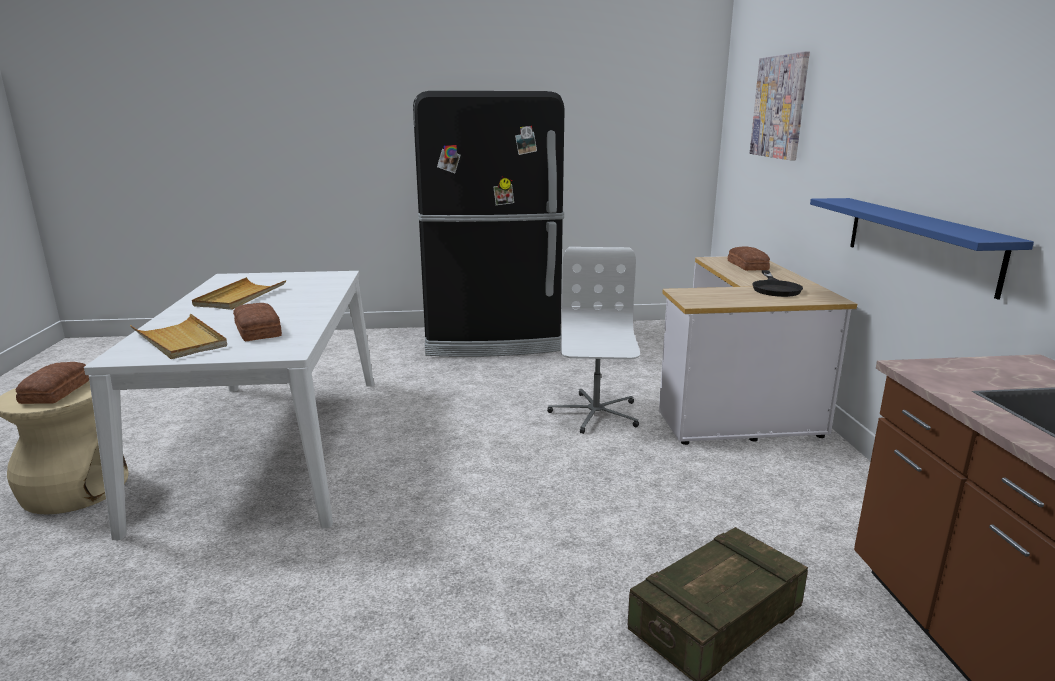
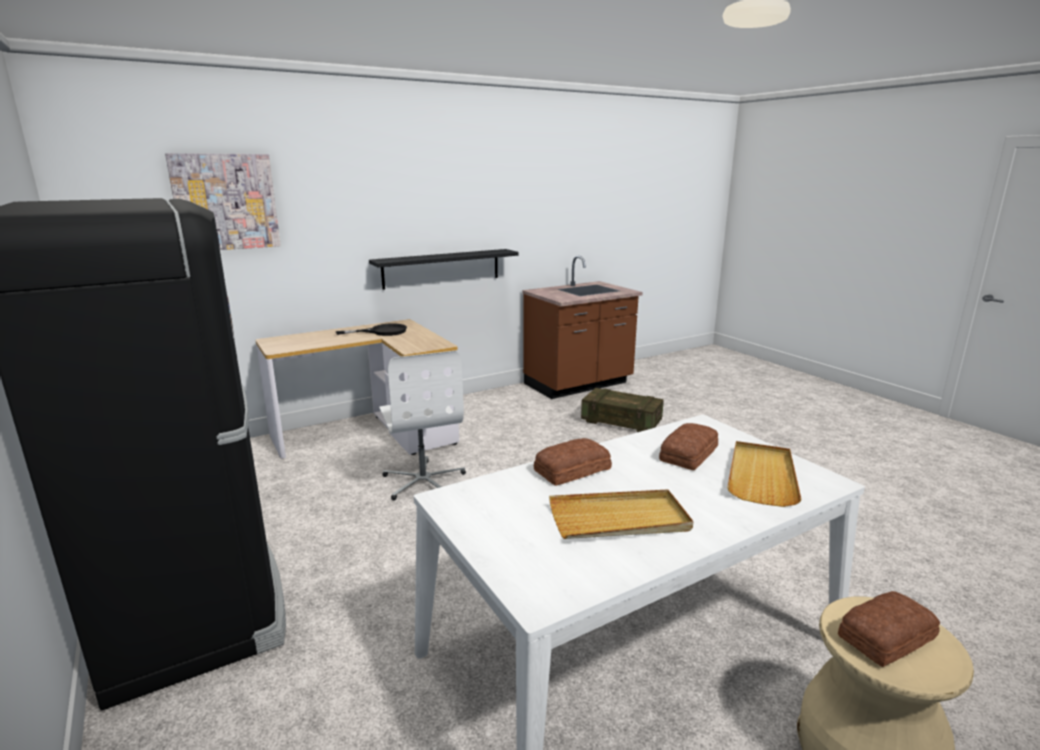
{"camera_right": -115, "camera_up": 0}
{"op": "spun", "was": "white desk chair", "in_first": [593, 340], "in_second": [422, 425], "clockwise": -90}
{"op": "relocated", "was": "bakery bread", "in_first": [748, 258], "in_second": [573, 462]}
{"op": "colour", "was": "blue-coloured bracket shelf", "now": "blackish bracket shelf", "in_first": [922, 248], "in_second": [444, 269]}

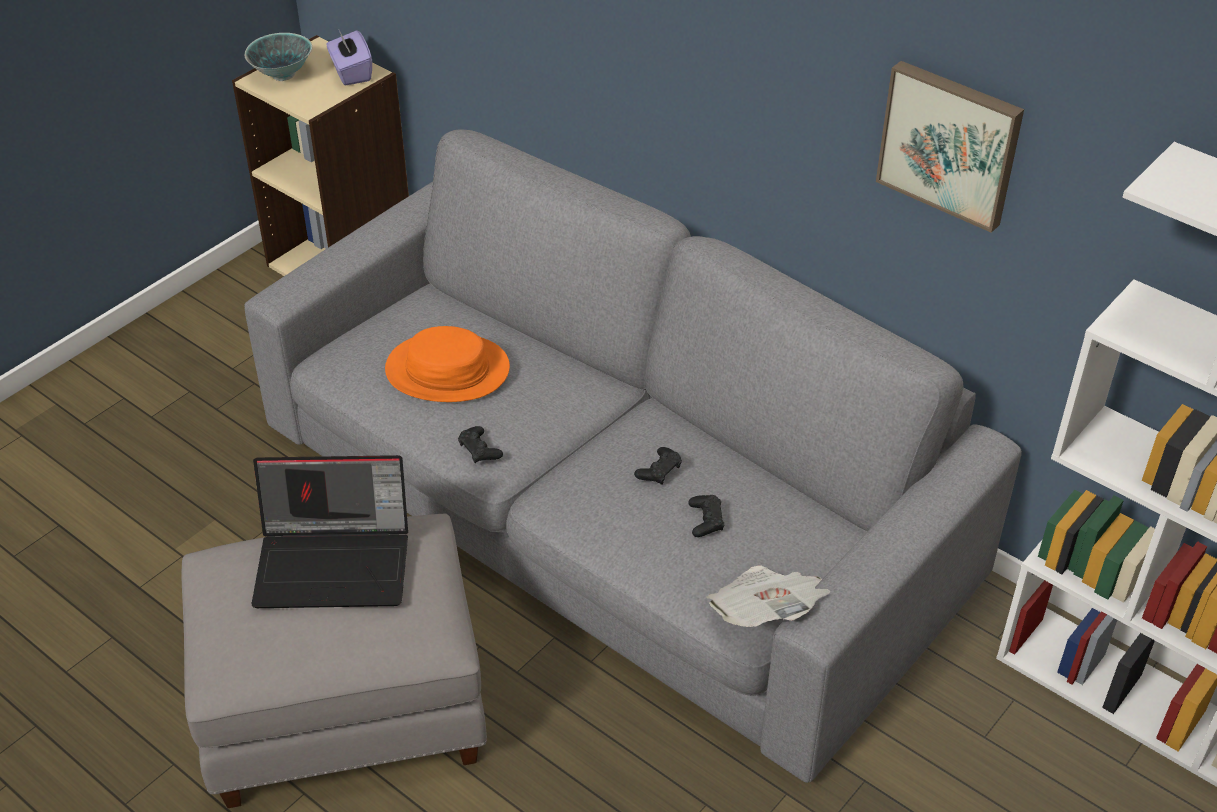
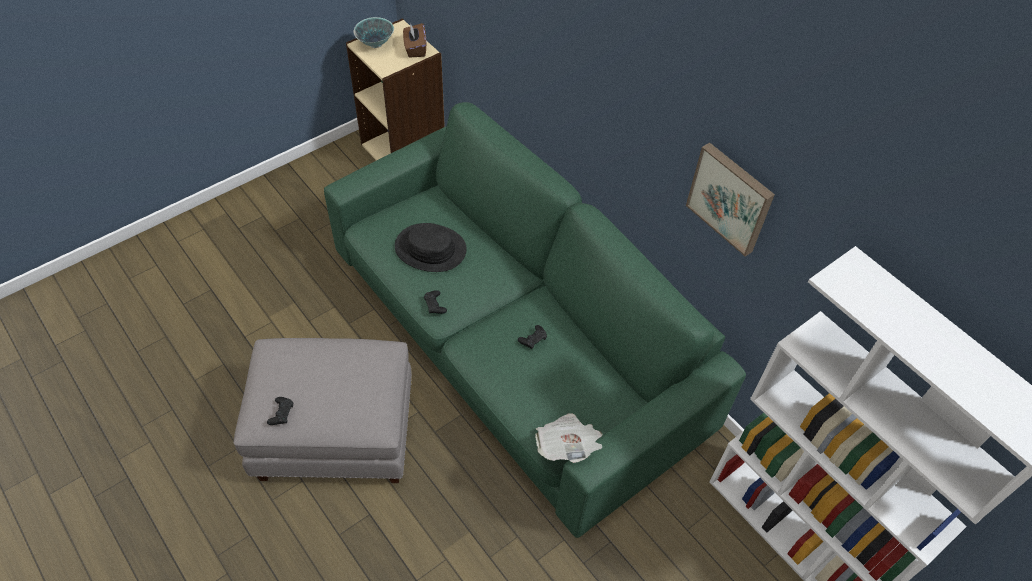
{"camera_right": 10, "camera_up": 10}
{"op": "colour", "was": "grey settee", "now": "green settee", "in_first": [633, 456], "in_second": [535, 320]}
{"op": "missing", "was": "laptop", "in_first": [330, 531]}
{"op": "colour", "was": "purple tissue holder", "now": "brown tissue holder", "in_first": [349, 58], "in_second": [414, 40]}
{"op": "colour", "was": "orange clothing hat", "now": "blackish clothing hat", "in_first": [447, 364], "in_second": [431, 247]}
{"op": "relocated", "was": "blackish game controller", "in_first": [706, 516], "in_second": [280, 411]}

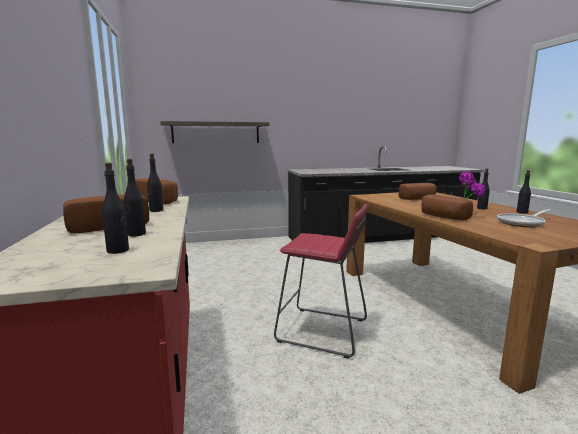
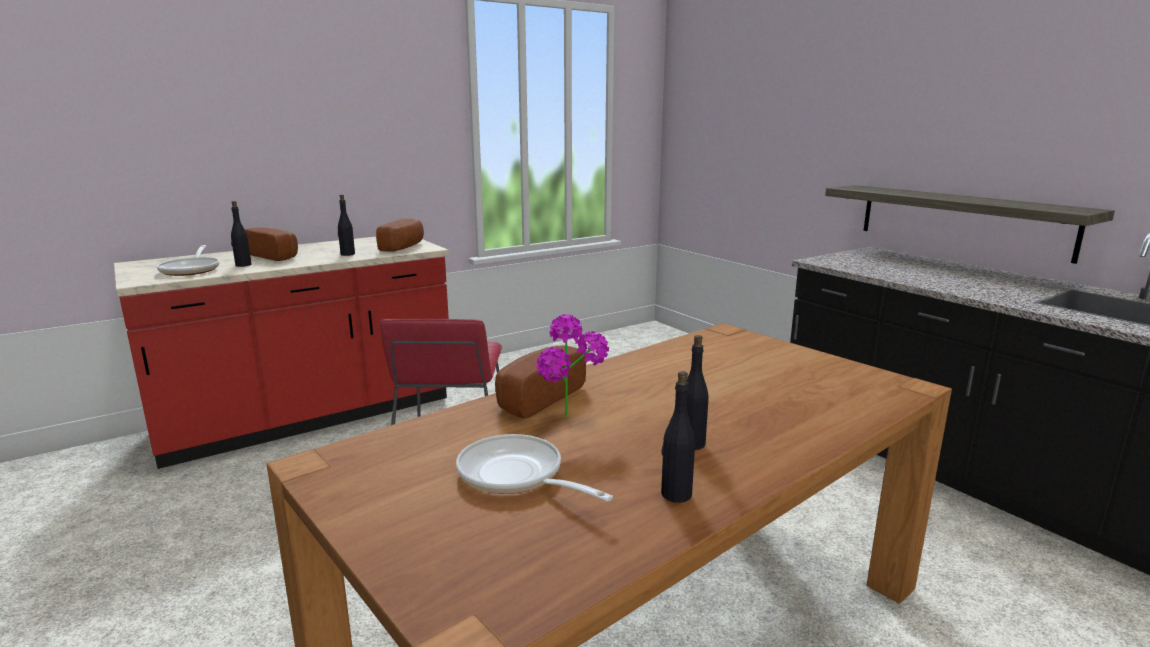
{"camera_right": 70, "camera_up": 5}
{"op": "exchanged", "was": "blackish bottle", "now": "pan", "in_first": [115, 208], "in_second": [188, 260]}
{"op": "relocated", "was": "bracket shelf", "in_first": [215, 132], "in_second": [970, 224]}
{"op": "missing", "was": "bakery bread", "in_first": [417, 191]}

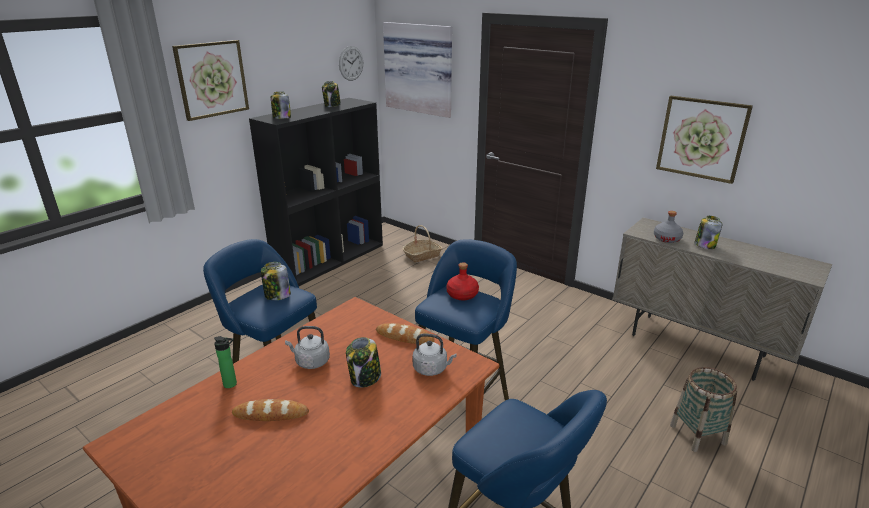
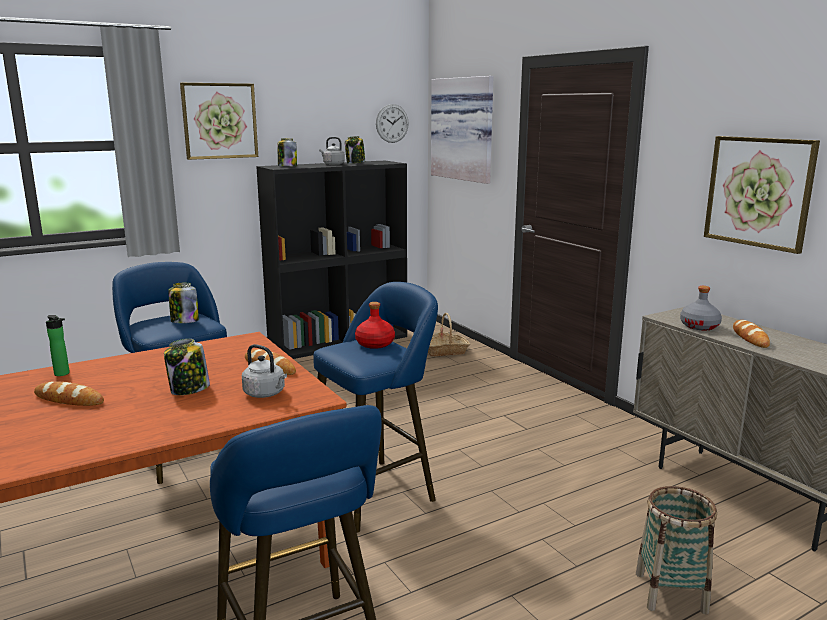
{"camera_right": 20, "camera_up": -10}
{"op": "relocated", "was": "grey kettle", "in_first": [307, 347], "in_second": [332, 151]}
{"op": "exchanged", "was": "jar", "now": "bakery bread", "in_first": [709, 232], "in_second": [751, 334]}

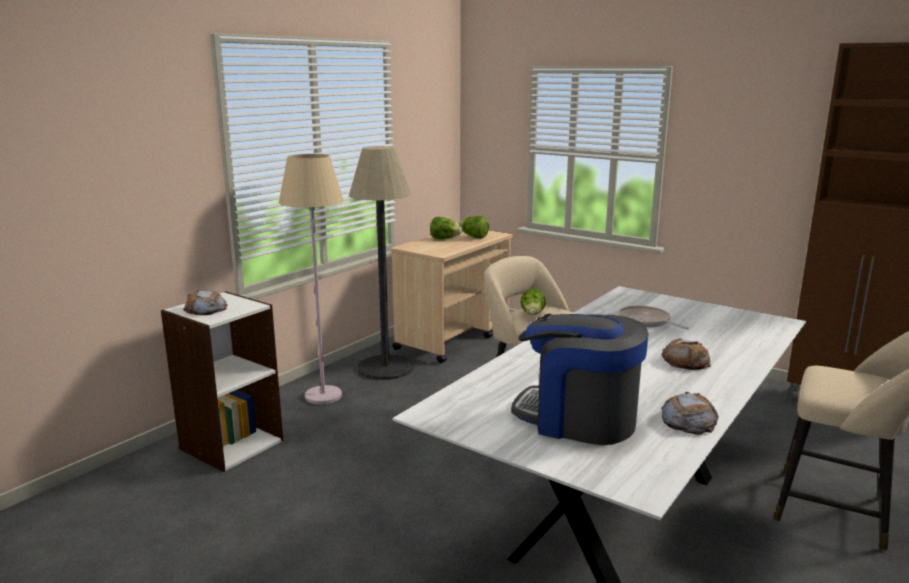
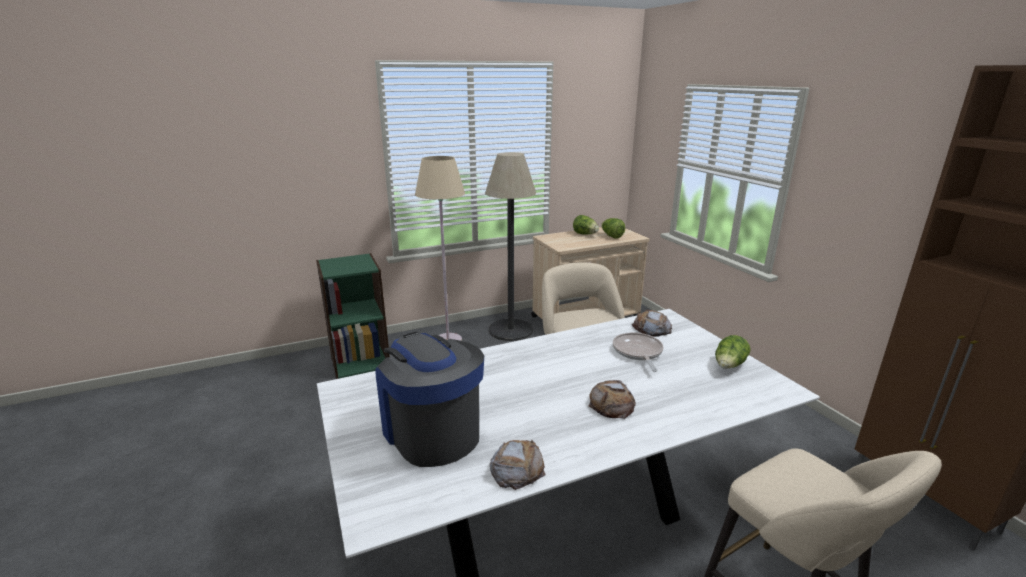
{"camera_right": 30, "camera_up": 5}
{"op": "colour", "was": "white bookshelf", "now": "green bookshelf", "in_first": [222, 381], "in_second": [353, 316]}
{"op": "relocated", "was": "bakery bread", "in_first": [205, 302], "in_second": [652, 323]}
{"op": "relocated", "was": "lettuce", "in_first": [533, 302], "in_second": [733, 352]}

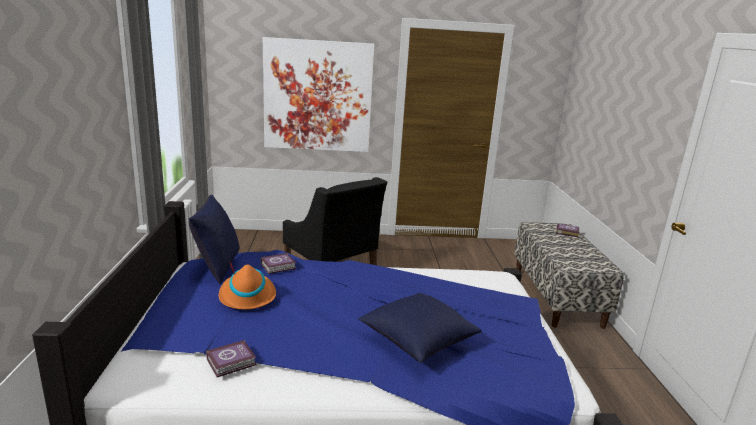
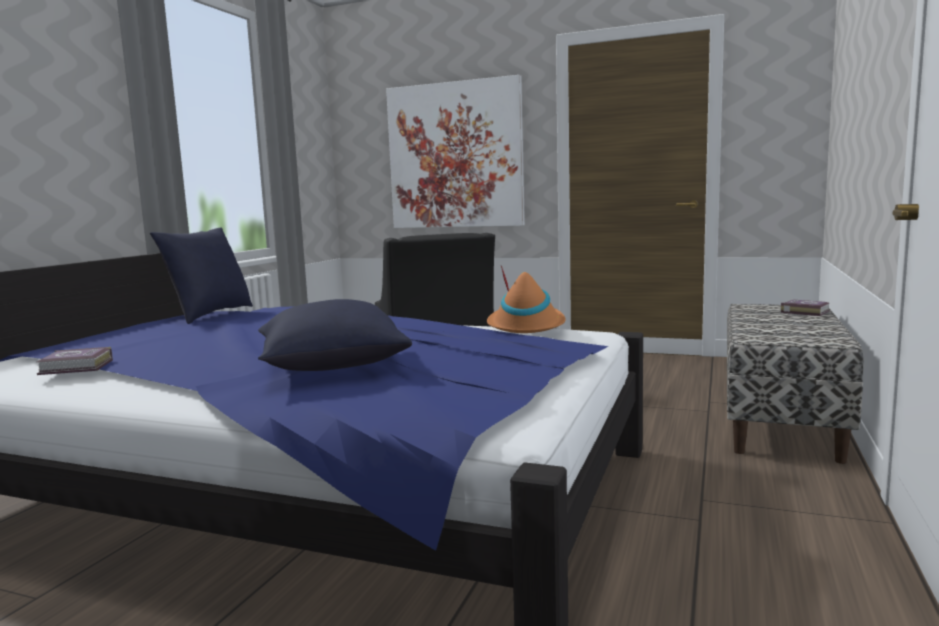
{"camera_right": 25, "camera_up": -10}
{"op": "relocated", "was": "orange clothing hat", "in_first": [247, 285], "in_second": [526, 299]}
{"op": "missing", "was": "bound book", "in_first": [278, 263]}

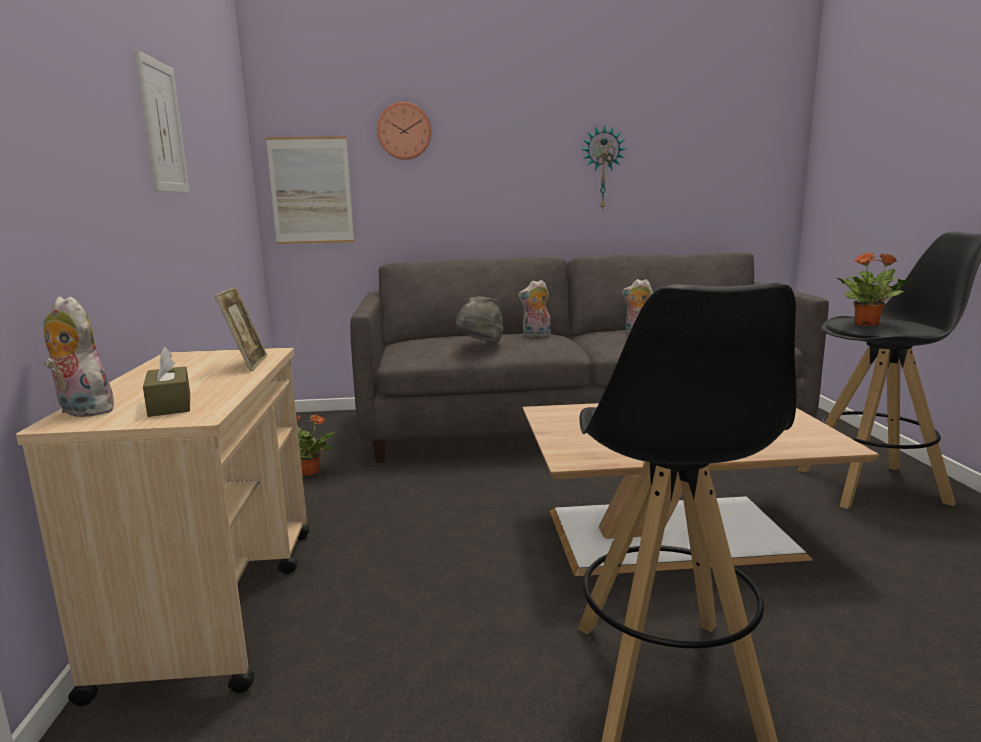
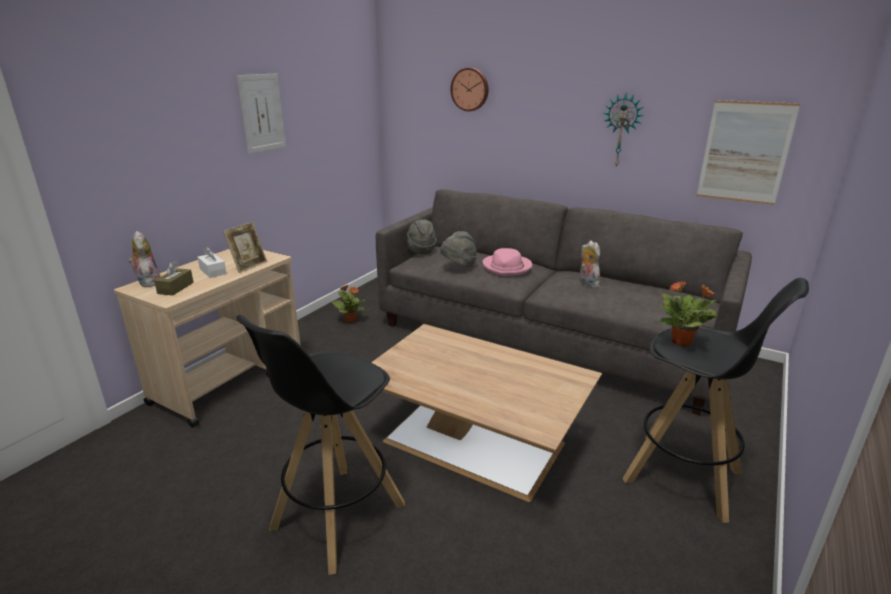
{"camera_right": 35, "camera_up": 10}
{"op": "relocated", "was": "wall art", "in_first": [310, 190], "in_second": [748, 152]}
{"op": "exchanged", "was": "plush toy", "now": "pink clothing hat", "in_first": [534, 308], "in_second": [507, 262]}
{"op": "appeared", "now": "white tissue holder", "in_second": [212, 262]}
{"op": "appeared", "now": "grey clothing hat", "in_second": [422, 237]}

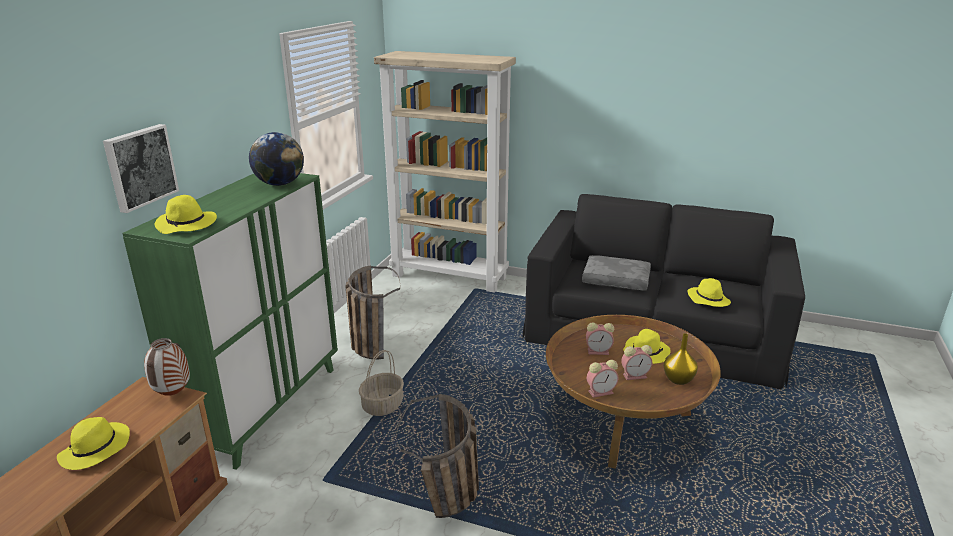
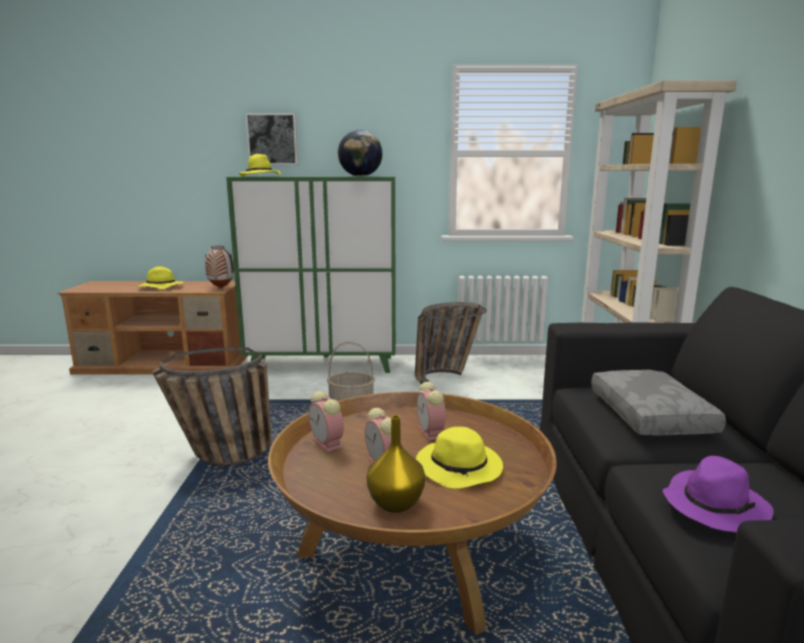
{"camera_right": 70, "camera_up": -10}
{"op": "colour", "was": "yellow-coloured clothing hat", "now": "purple clothing hat", "in_first": [709, 292], "in_second": [718, 494]}

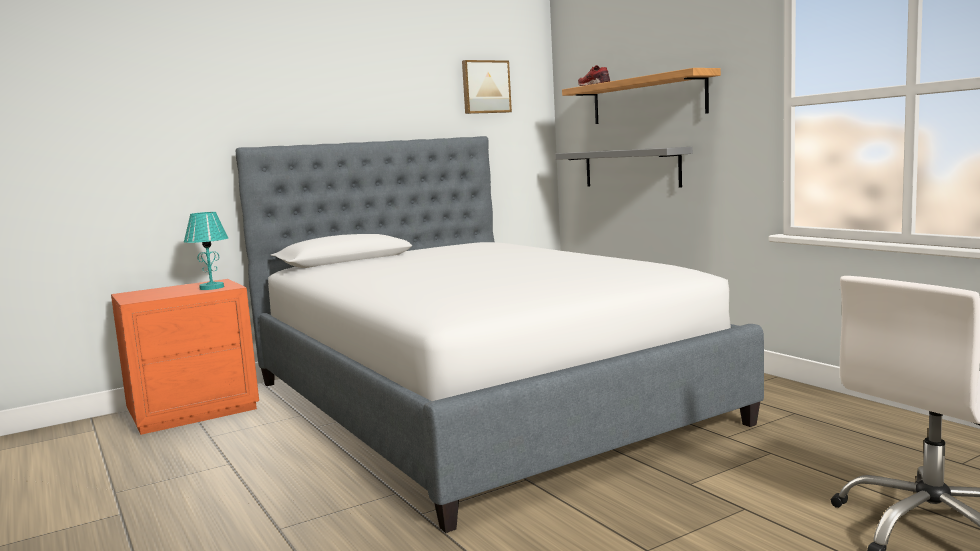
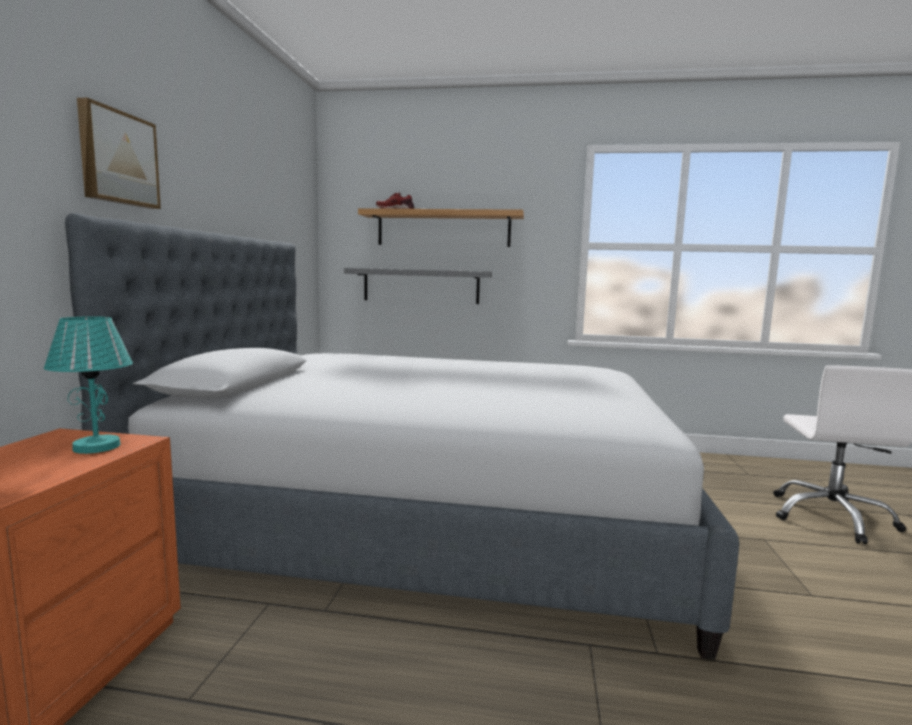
{"camera_right": -50, "camera_up": 0}
{"op": "relocated", "was": "wall art", "in_first": [487, 87], "in_second": [119, 153]}

